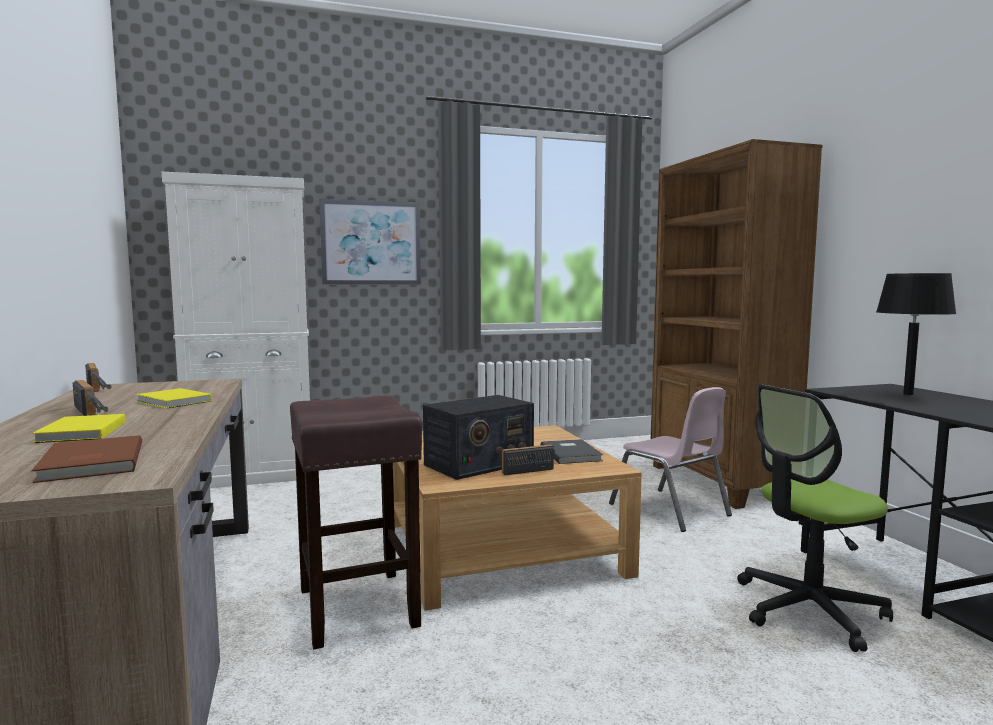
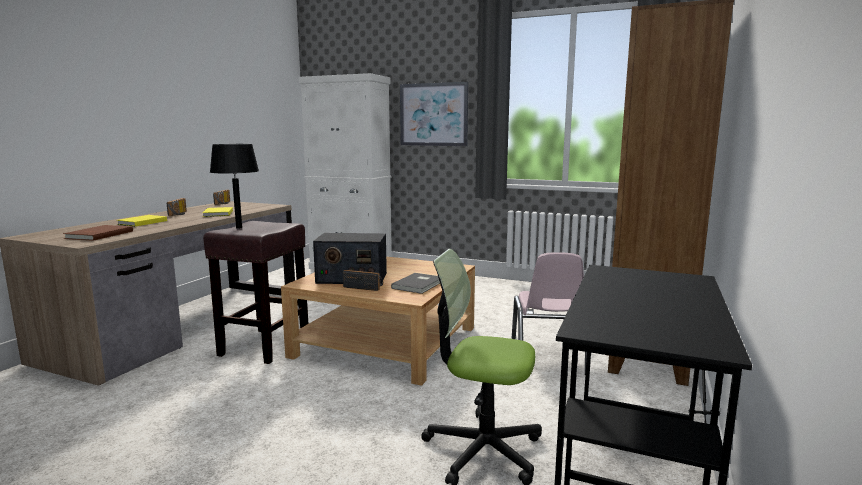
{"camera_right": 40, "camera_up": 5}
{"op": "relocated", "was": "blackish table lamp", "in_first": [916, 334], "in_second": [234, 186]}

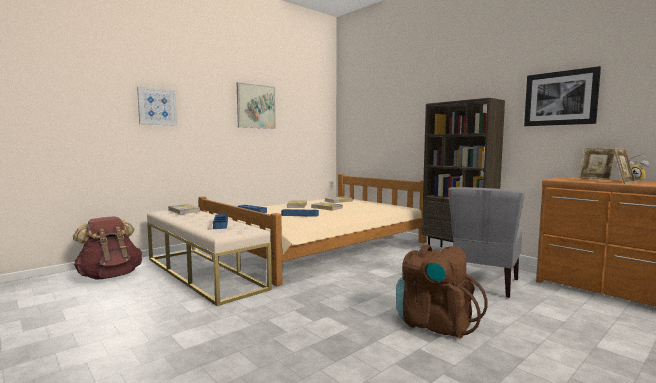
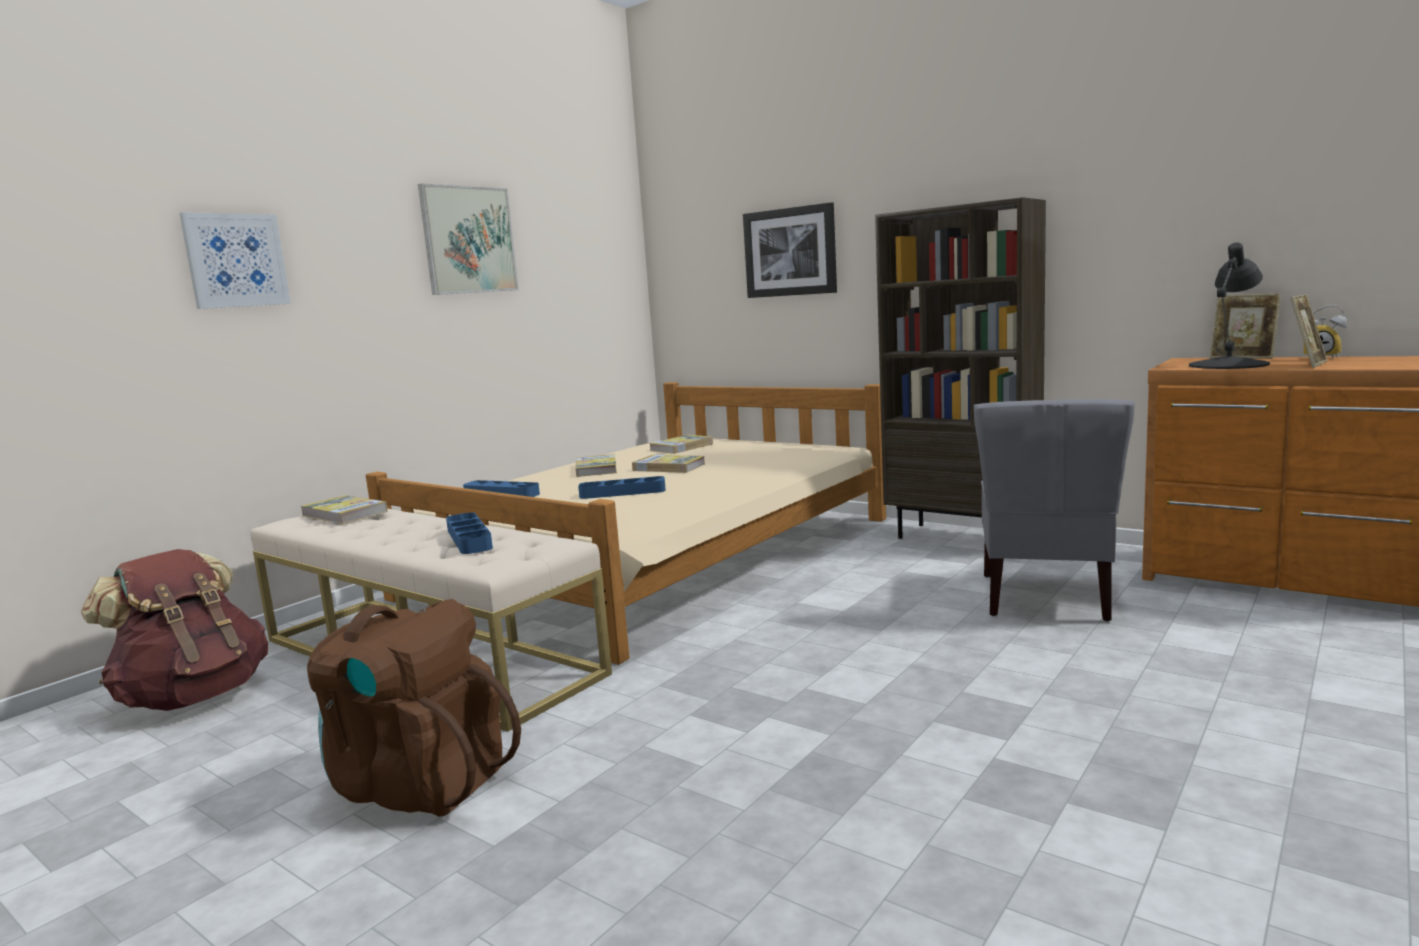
{"camera_right": -10, "camera_up": 5}
{"op": "relocated", "was": "brown knapsack", "in_first": [442, 291], "in_second": [414, 708]}
{"op": "relocated", "was": "wall art", "in_first": [562, 96], "in_second": [790, 250]}
{"op": "appeared", "now": "blackish table lamp", "in_second": [1229, 306]}

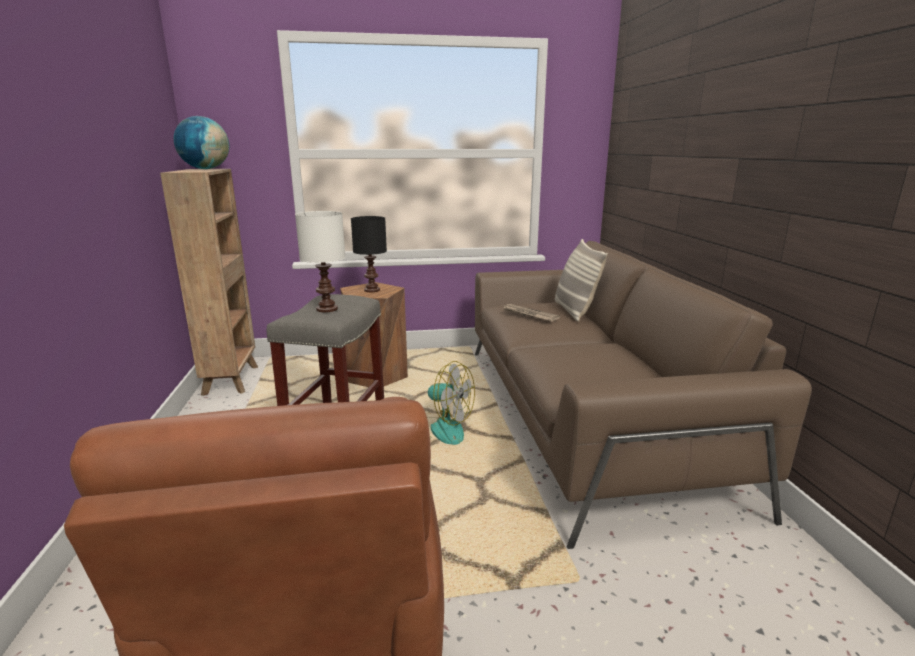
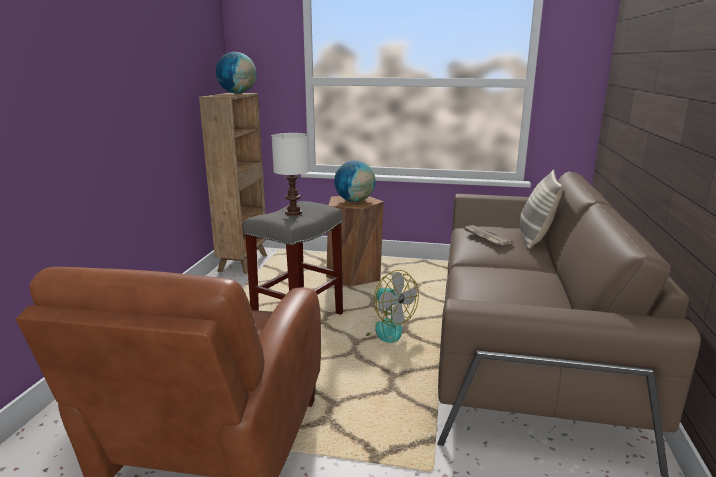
{"camera_right": 20, "camera_up": 0}
{"op": "exchanged", "was": "blackish table lamp", "now": "desk globe", "in_first": [369, 254], "in_second": [355, 181]}

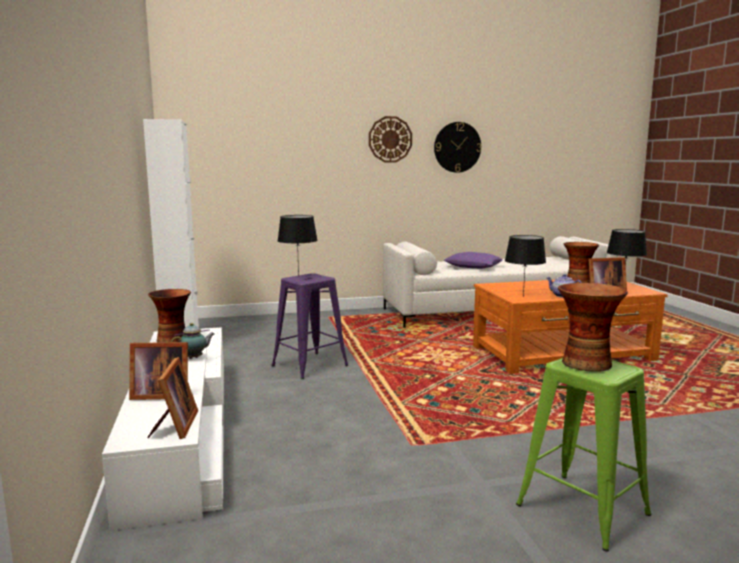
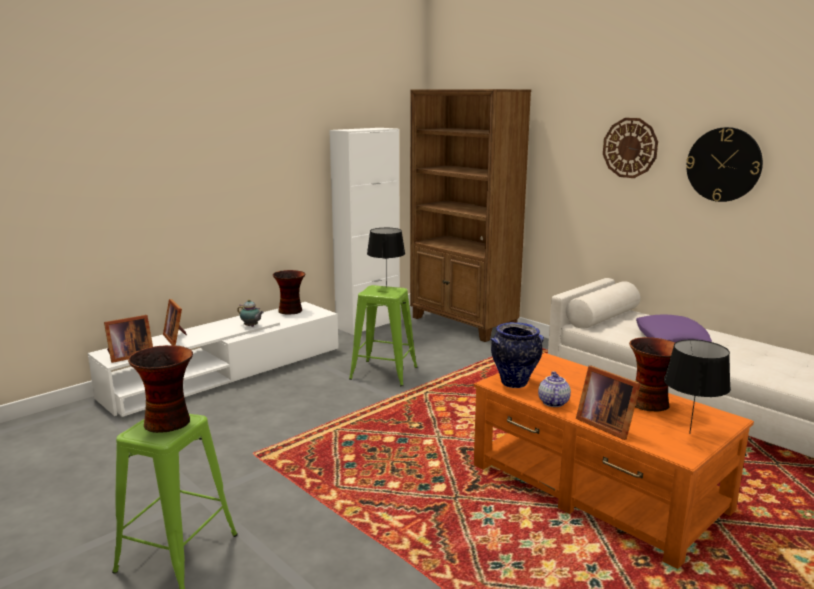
{"camera_right": 60, "camera_up": 5}
{"op": "colour", "was": "purple stool", "now": "green stool", "in_first": [309, 326], "in_second": [383, 335]}
{"op": "exchanged", "was": "blackish table lamp", "now": "flower vase", "in_first": [525, 266], "in_second": [517, 355]}
{"op": "appeared", "now": "brown bookshelf", "in_second": [470, 215]}

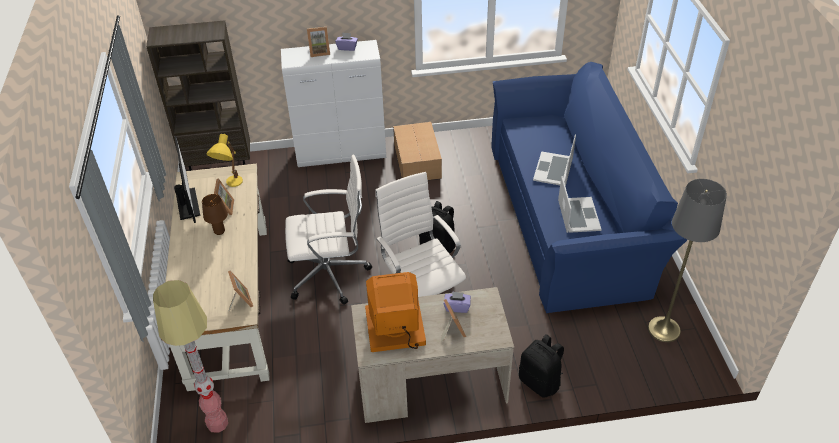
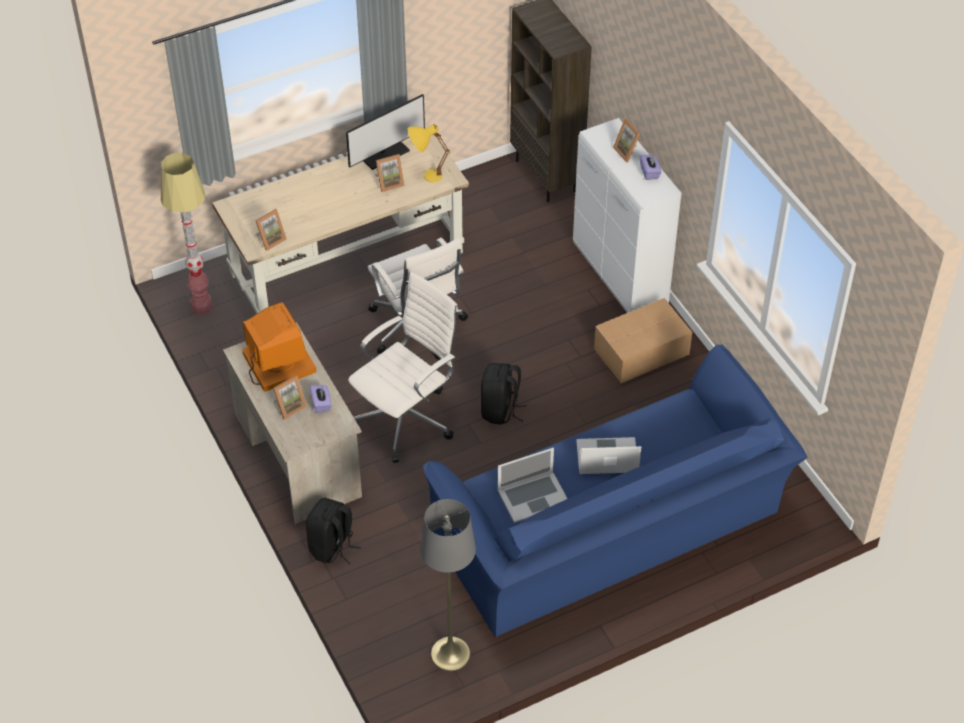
{"camera_right": 70, "camera_up": 5}
{"op": "missing", "was": "brown table lamp", "in_first": [215, 214]}

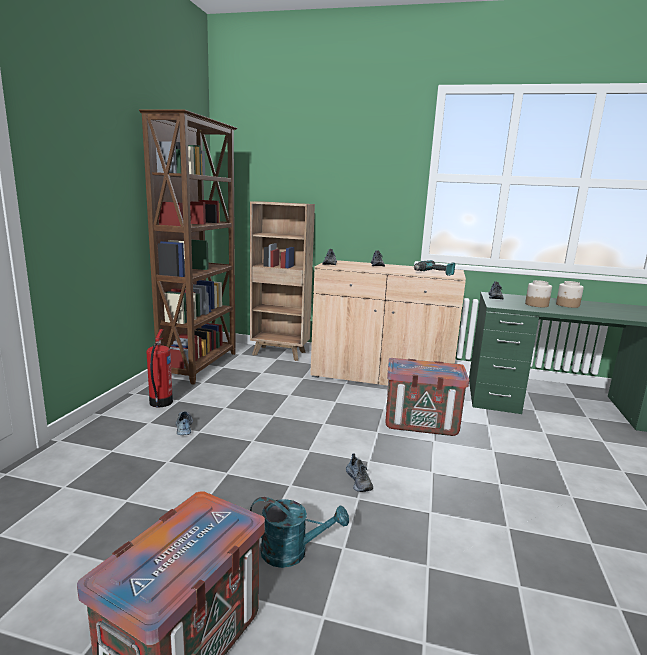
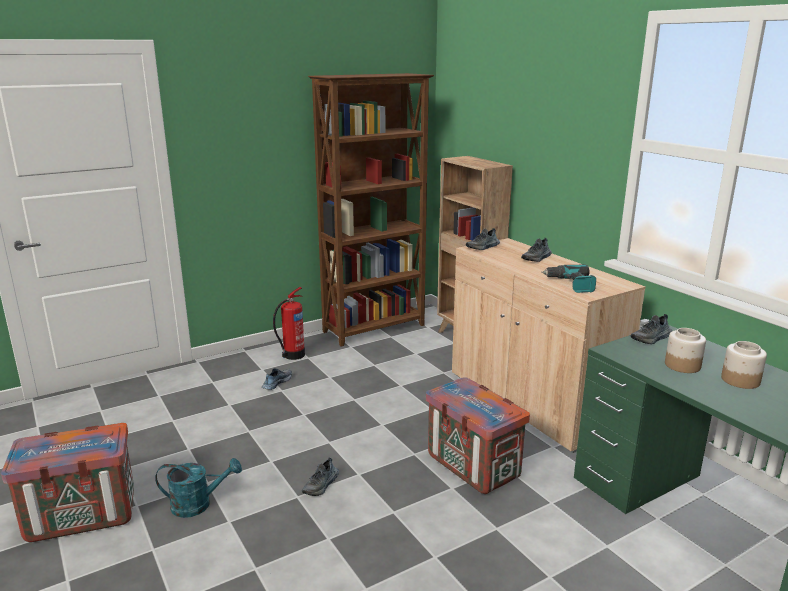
{"camera_right": 45, "camera_up": 5}
{"op": "spun", "was": "turquoise-coloured watering pot", "in_first": [299, 532], "in_second": [198, 488], "clockwise": -60}

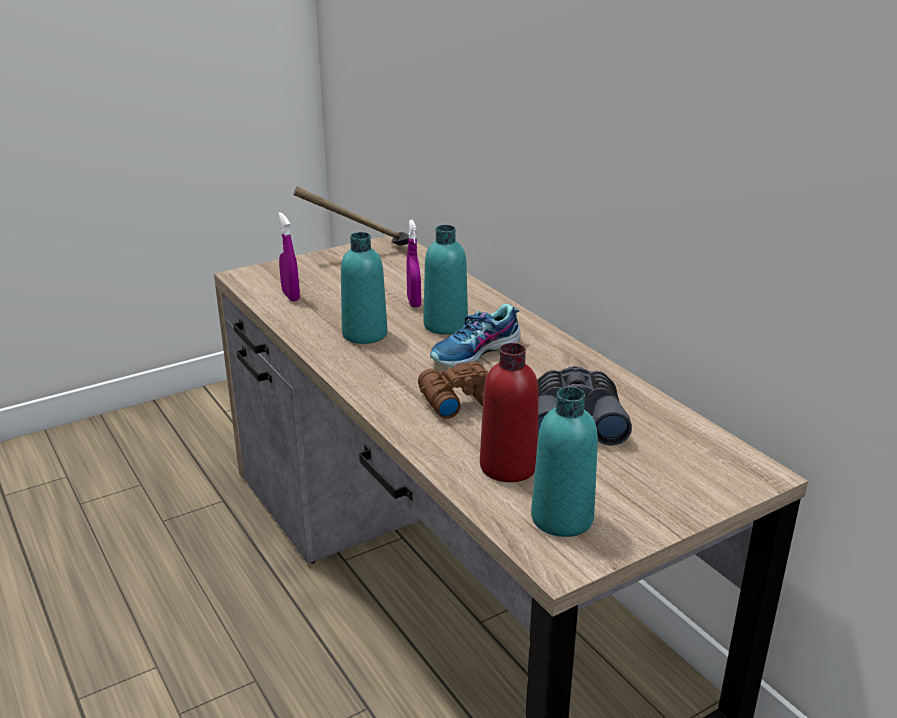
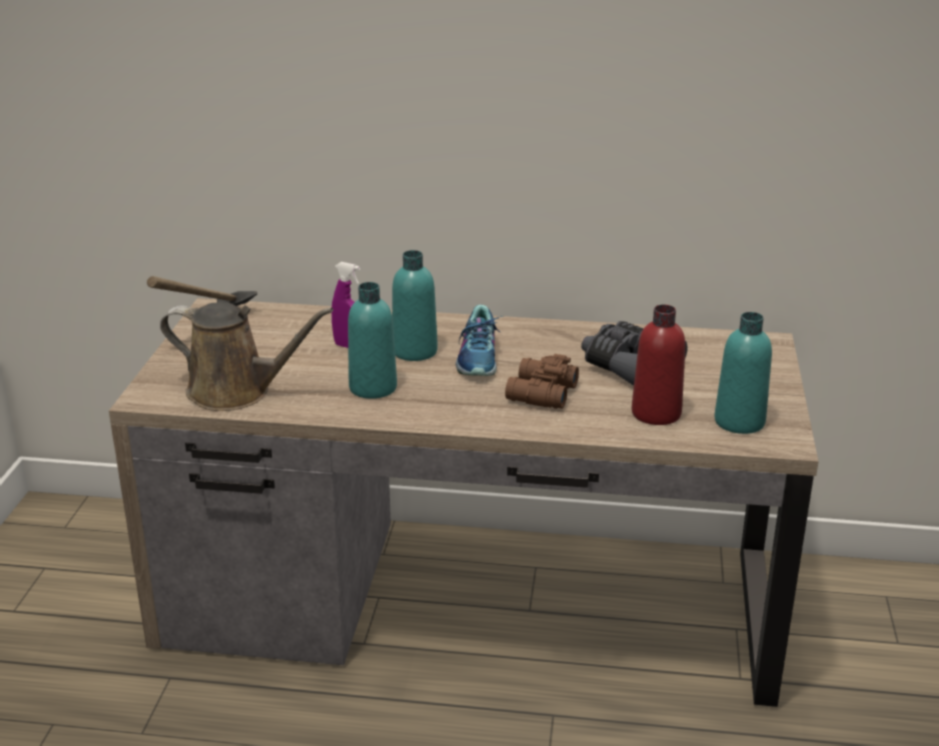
{"camera_right": -50, "camera_up": 0}
{"op": "exchanged", "was": "purple sprayer", "now": "brown watering pot", "in_first": [289, 257], "in_second": [246, 356]}

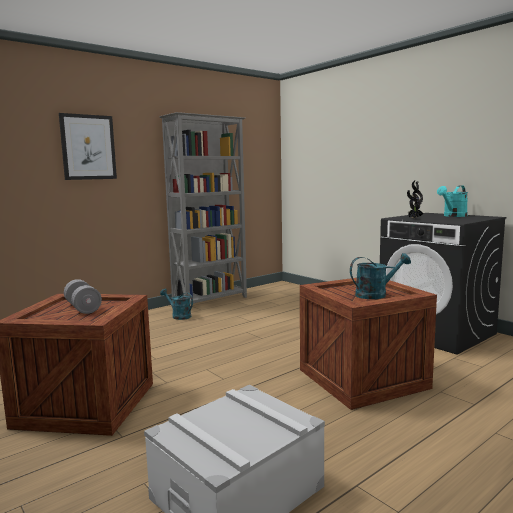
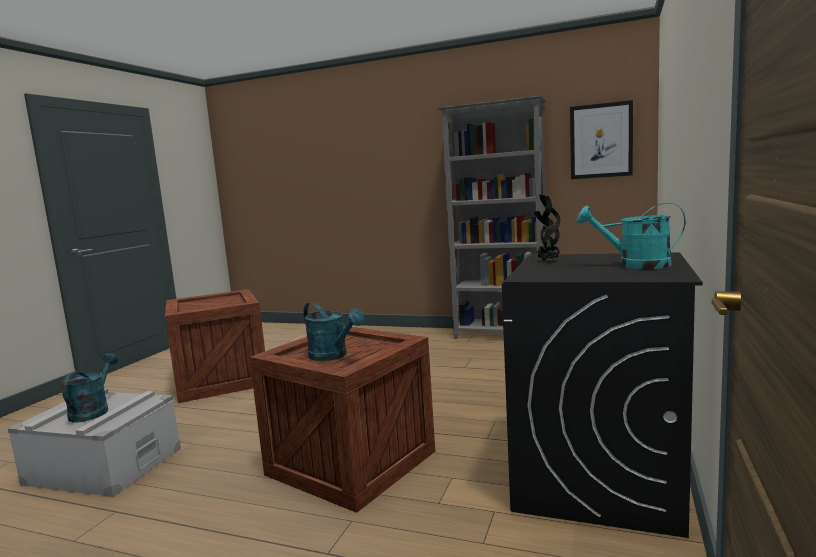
{"camera_right": 60, "camera_up": 0}
{"op": "relocated", "was": "wall art", "in_first": [88, 146], "in_second": [601, 139]}
{"op": "missing", "was": "grey dumbbell", "in_first": [83, 296]}
{"op": "relocated", "was": "turquoise-coloured watering pot", "in_first": [176, 304], "in_second": [90, 388]}

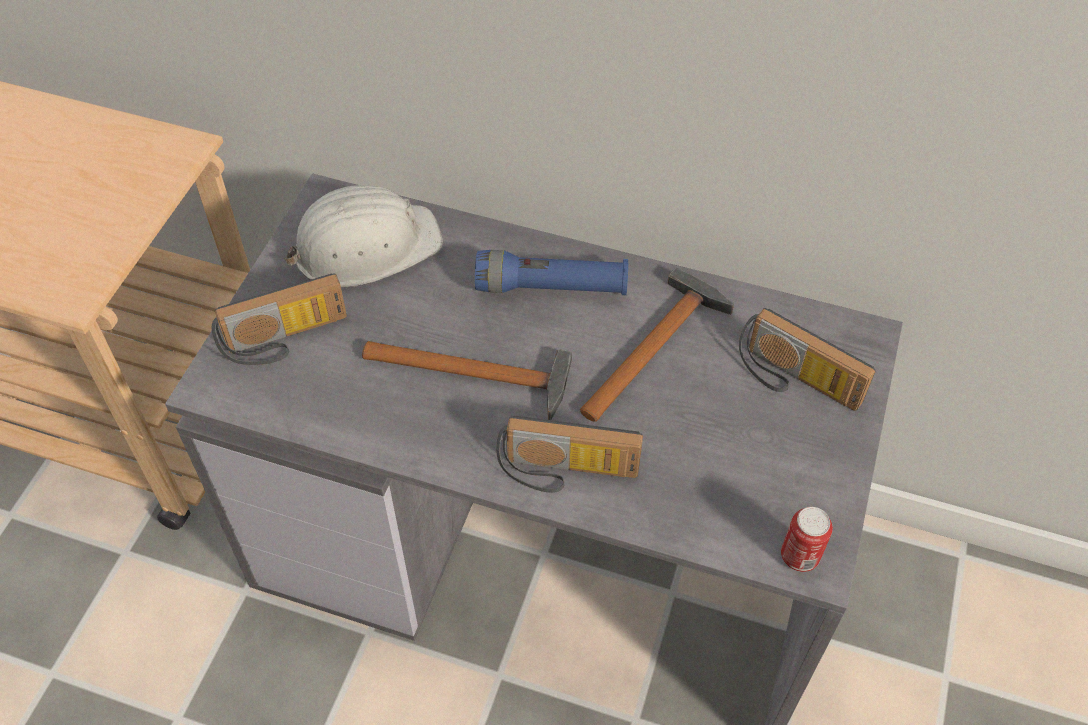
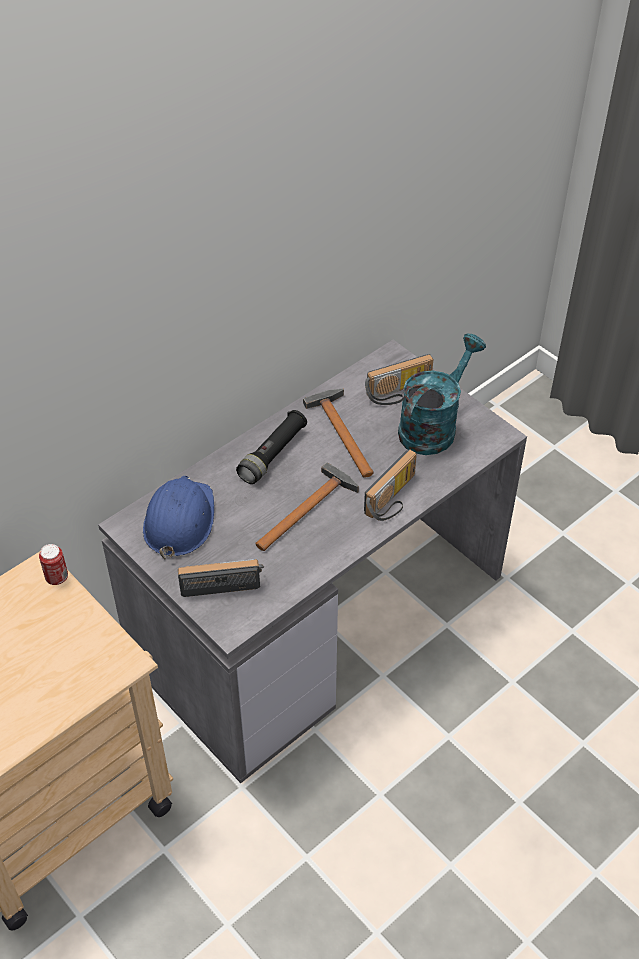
{"camera_right": -60, "camera_up": -5}
{"op": "spun", "was": "radio", "in_first": [279, 319], "in_second": [221, 578], "clockwise": -105}
{"op": "colour", "was": "white work helmet", "now": "blue-coloured work helmet", "in_first": [363, 236], "in_second": [178, 518]}
{"op": "colour", "was": "blue-coloured flashlight", "now": "blackish flashlight", "in_first": [551, 272], "in_second": [271, 447]}
{"op": "relocated", "was": "can", "in_first": [807, 539], "in_second": [53, 564]}
{"op": "appeared", "now": "turquoise-coloured watering pot", "in_second": [442, 394]}

